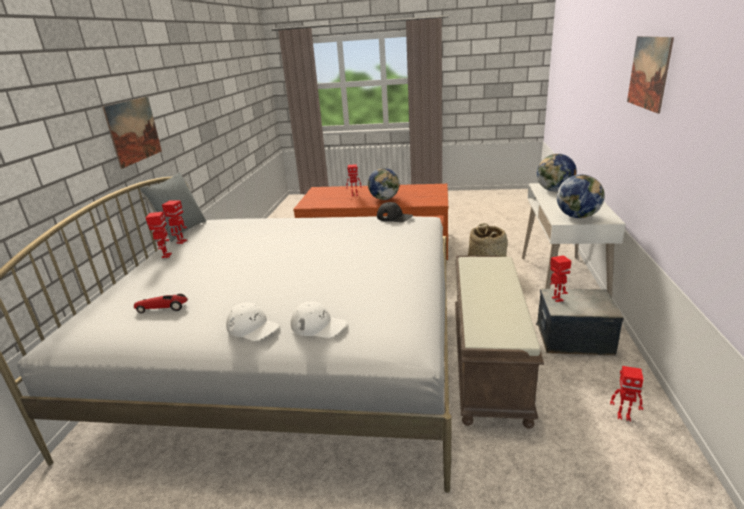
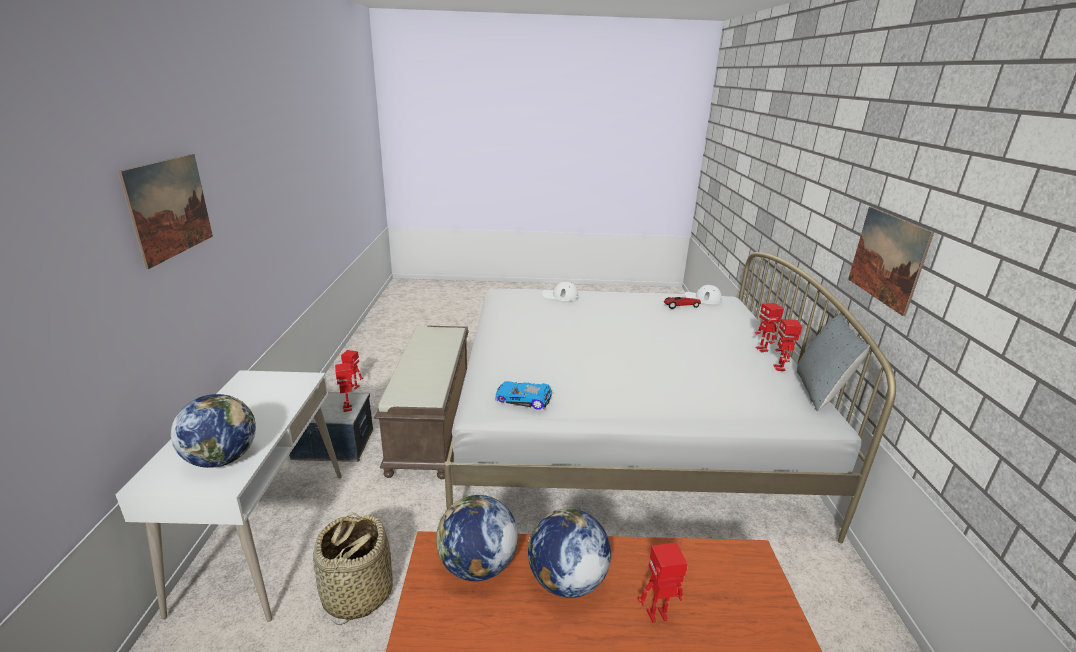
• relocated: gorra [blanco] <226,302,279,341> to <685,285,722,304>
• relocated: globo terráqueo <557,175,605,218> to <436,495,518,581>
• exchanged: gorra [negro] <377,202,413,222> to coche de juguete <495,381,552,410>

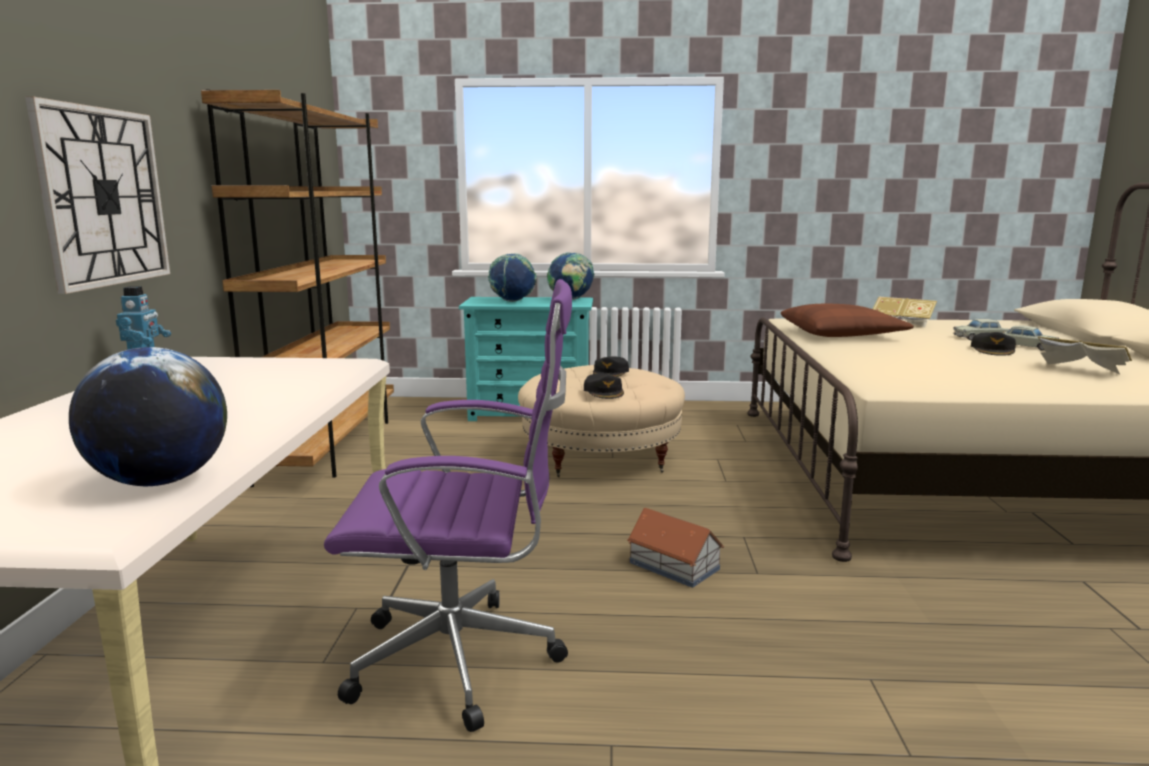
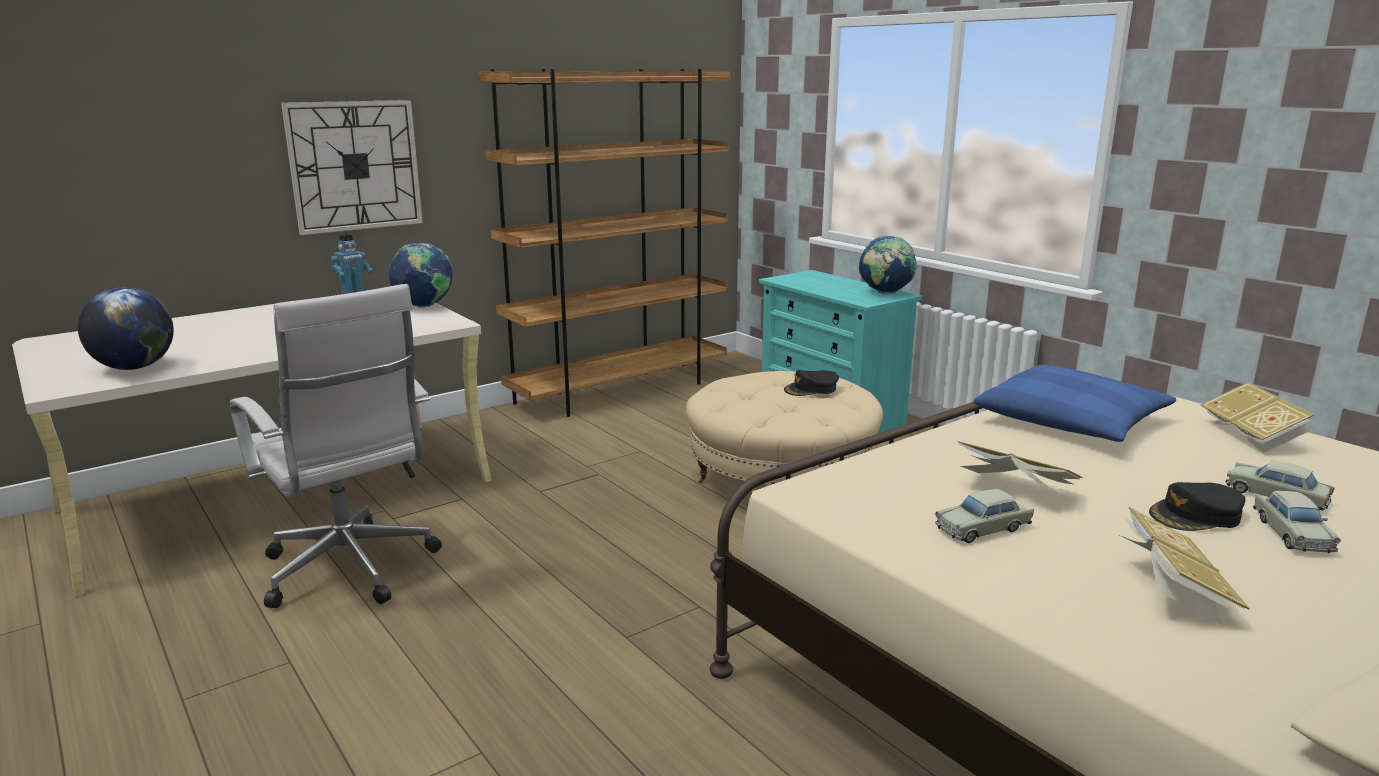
• missing: gorra [negro] <584,374,624,399>
• missing: casita <627,508,725,588>
• appeared: coche de juguete [beis] <935,489,1034,543>
• appeared: libro <957,441,1083,497>
• relocated: globo terráqueo <488,253,537,302> to <388,243,453,308>
• colour: silla de oficina [morado] <324,279,572,732> to silla de oficina [blanco] <230,284,442,608>
• colour: cojín [marrón] <781,304,914,337> to cojín [azul] <973,365,1176,442>

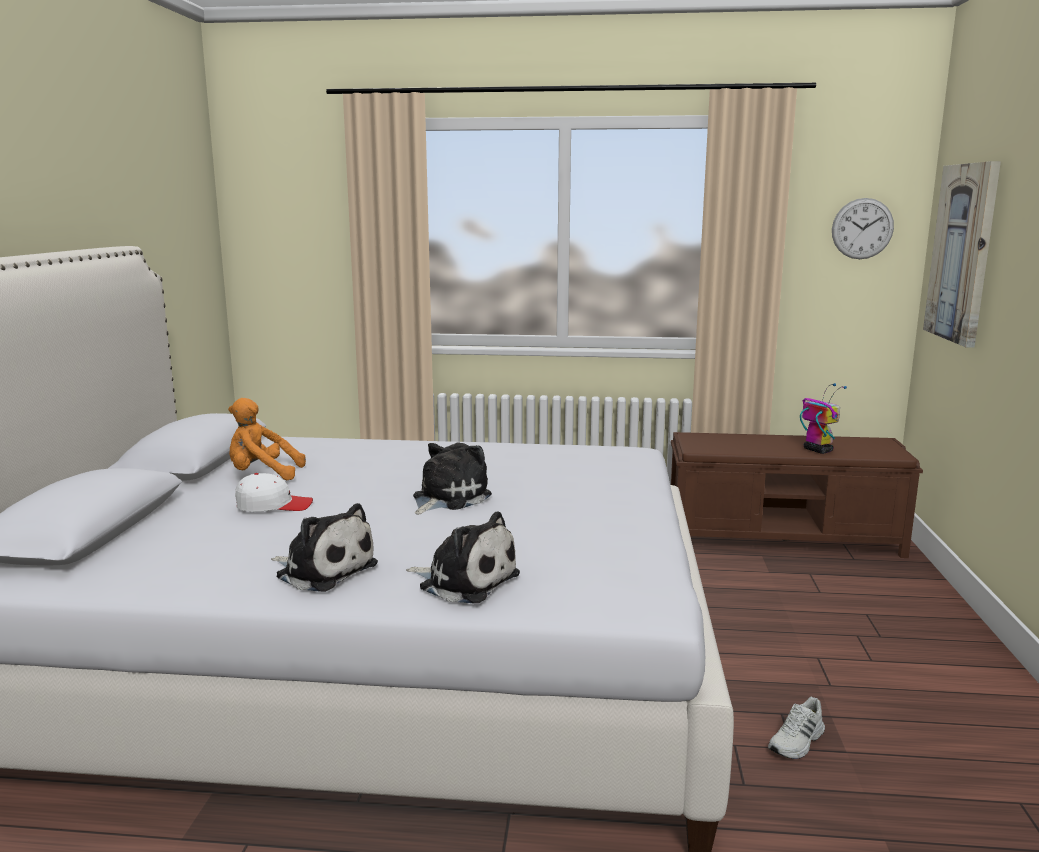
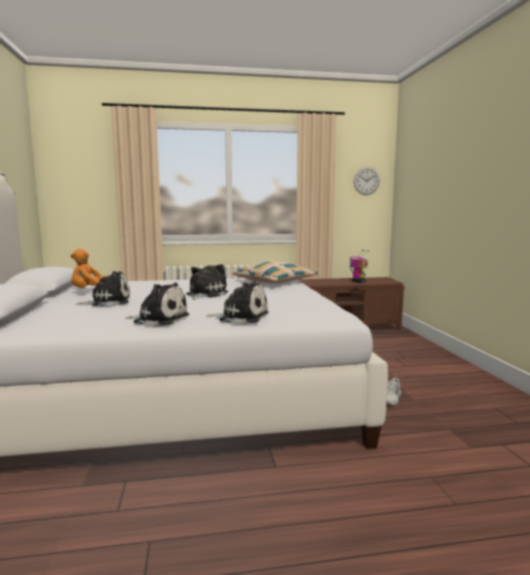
• missing: cuadro <923,161,1001,348>
• appeared: cojín <232,261,318,284>
• exchanged: gorra [blanco] <235,473,313,512> to peluche <75,271,130,306>

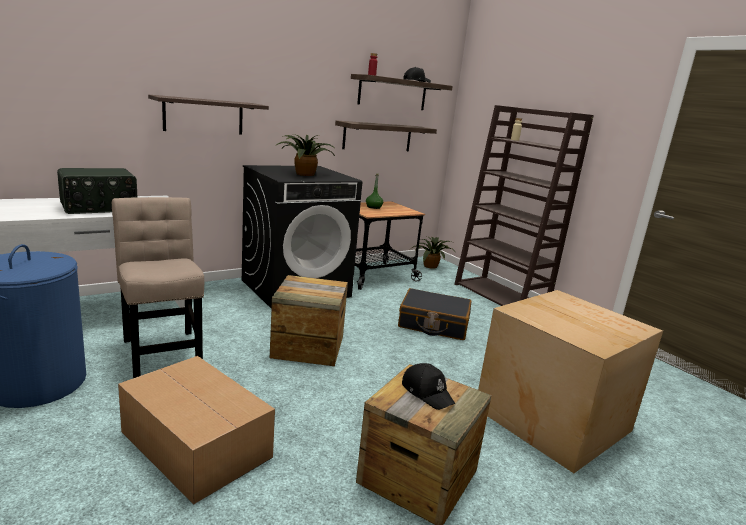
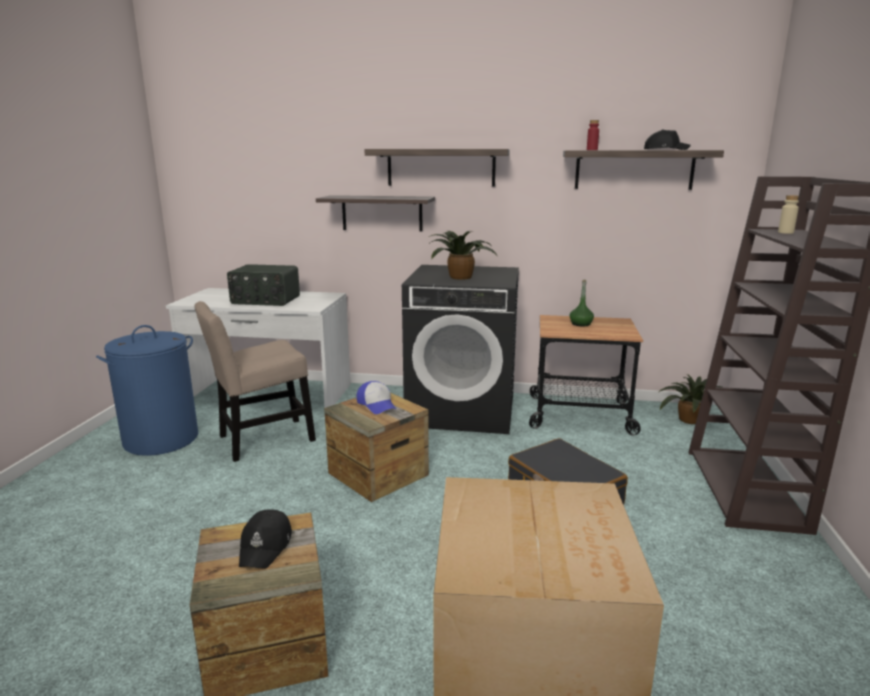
• missing: caja de cartón <118,356,275,504>
• appeared: gorra <357,381,396,414>
• relocated: estante <335,120,437,151> to <365,149,510,187>
• spun: silla [beis] <112,197,204,378> = <194,301,316,462> 135 degrees counterclockwise

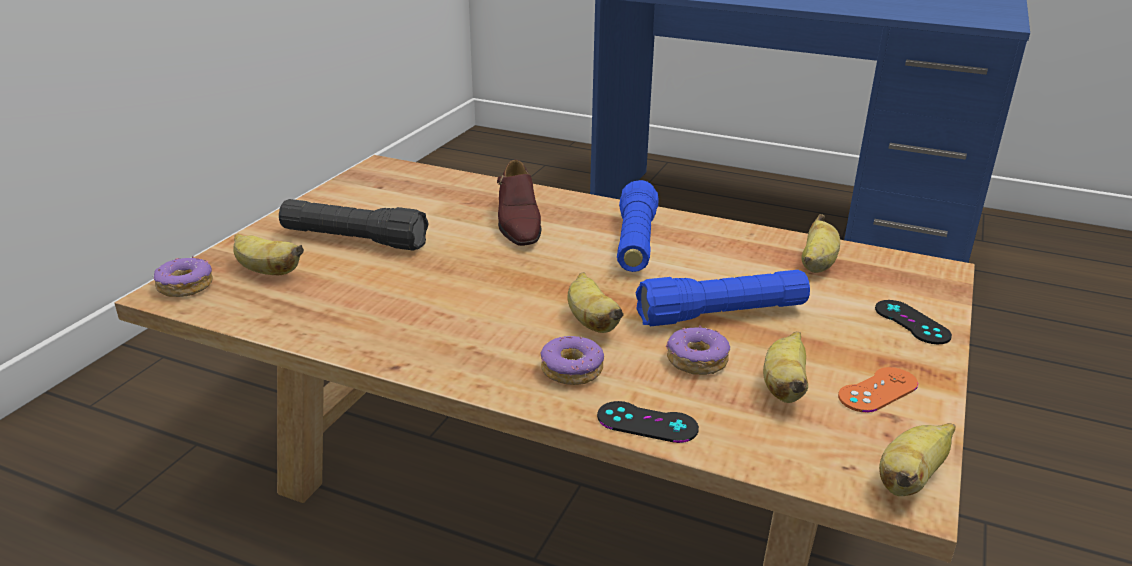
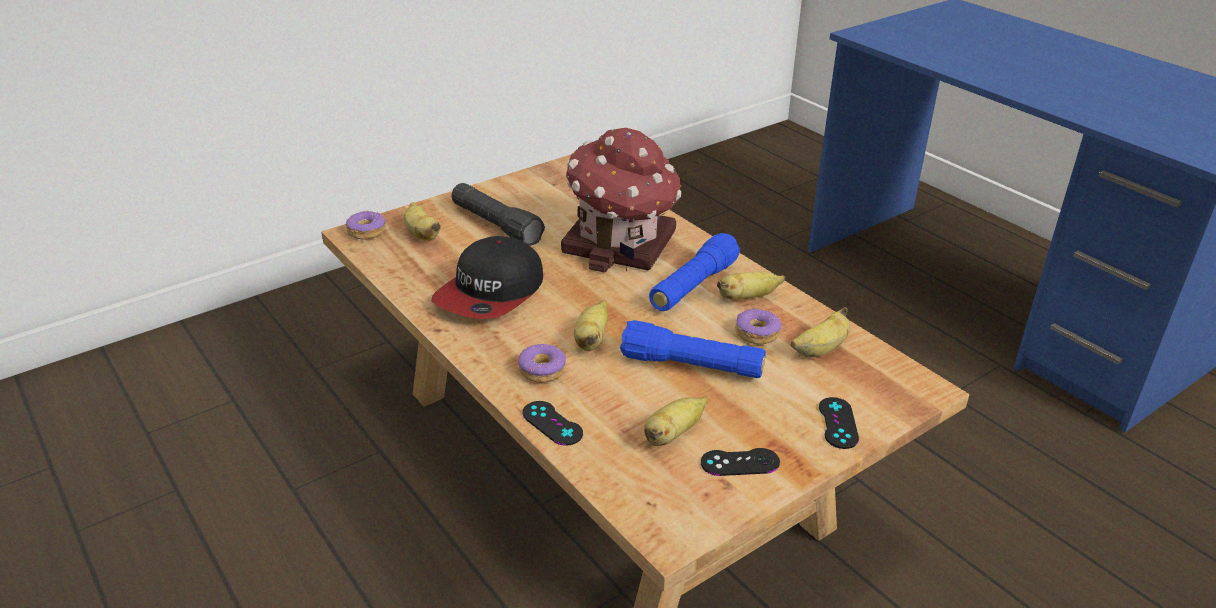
• appeared: gorra <431,236,543,319>
• relocated: rosquilla <666,325,730,375> to <735,308,781,345>
• relocated: plátano <879,423,956,496> to <717,271,785,300>
• exchanged: zapato [marrón] <497,160,542,246> to casita <561,128,681,273>
• colour: mando de consola [naranja] <838,367,918,413> to mando de consola [negro] <701,448,780,476>

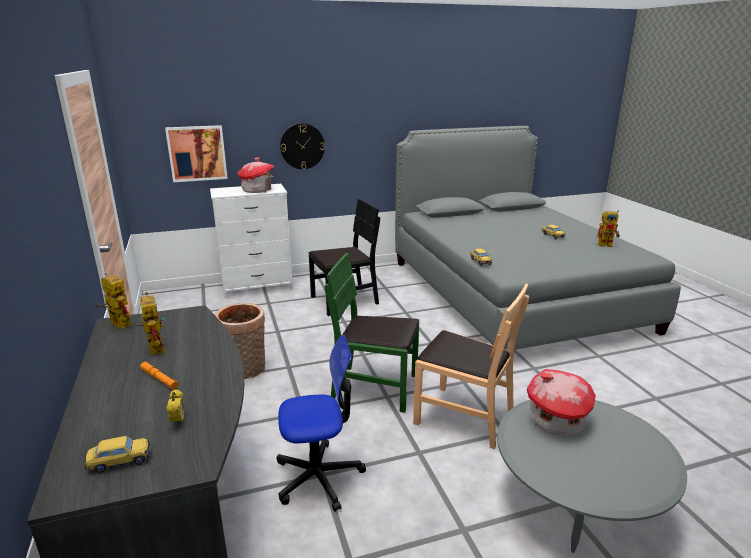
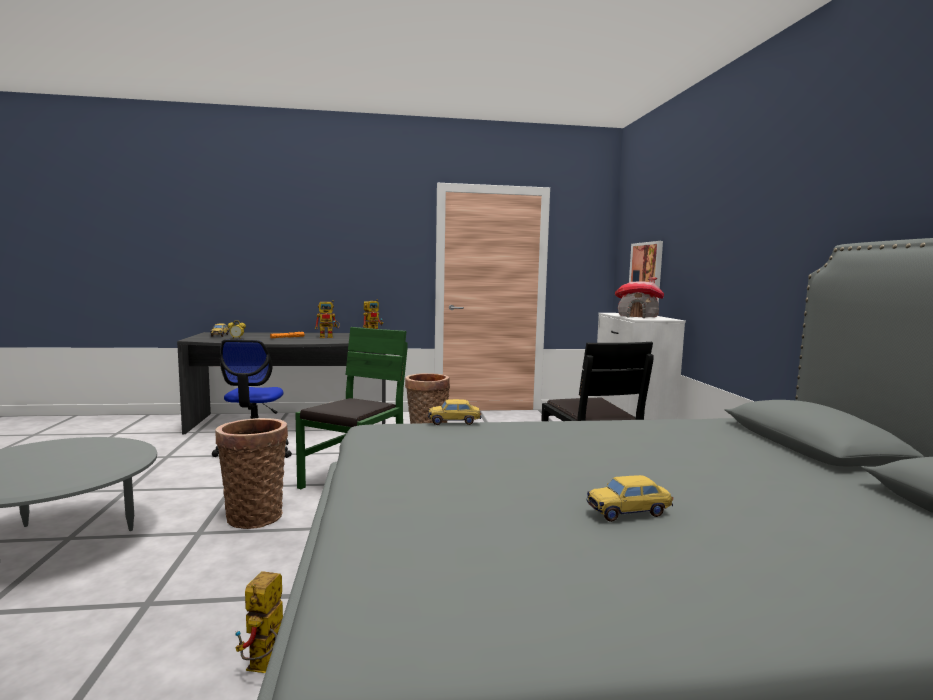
• missing: reloj de pared <280,124,325,169>
• missing: casita <527,369,596,436>
• relocated: robot de juguete <596,210,620,247> to <235,571,283,673>
• exchanged: silla [marrón] <413,284,529,449> to cesta <215,418,288,529>

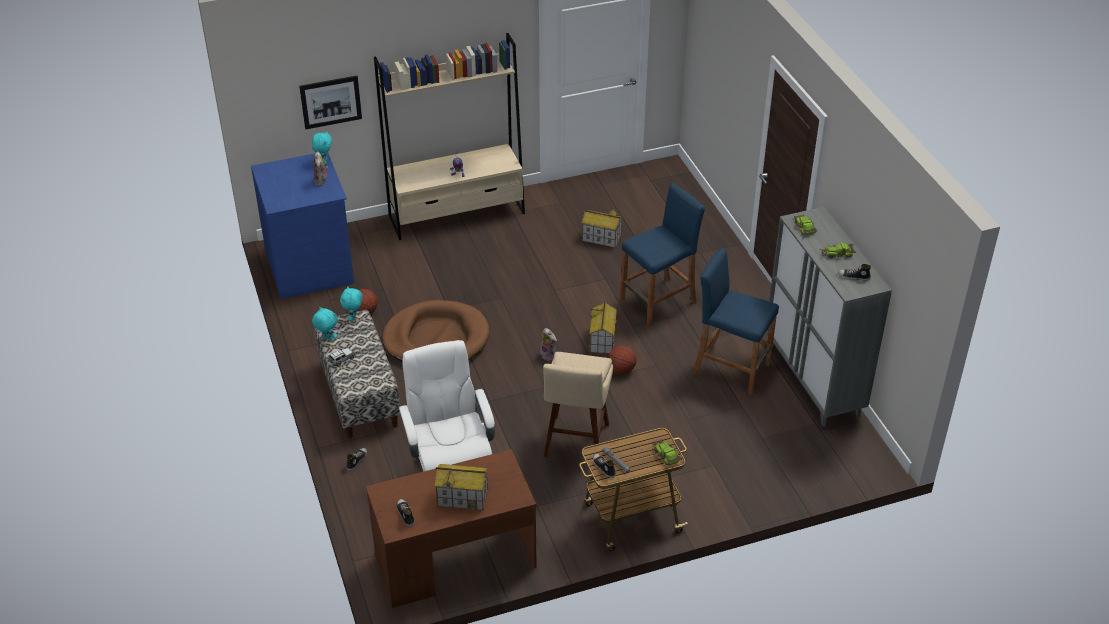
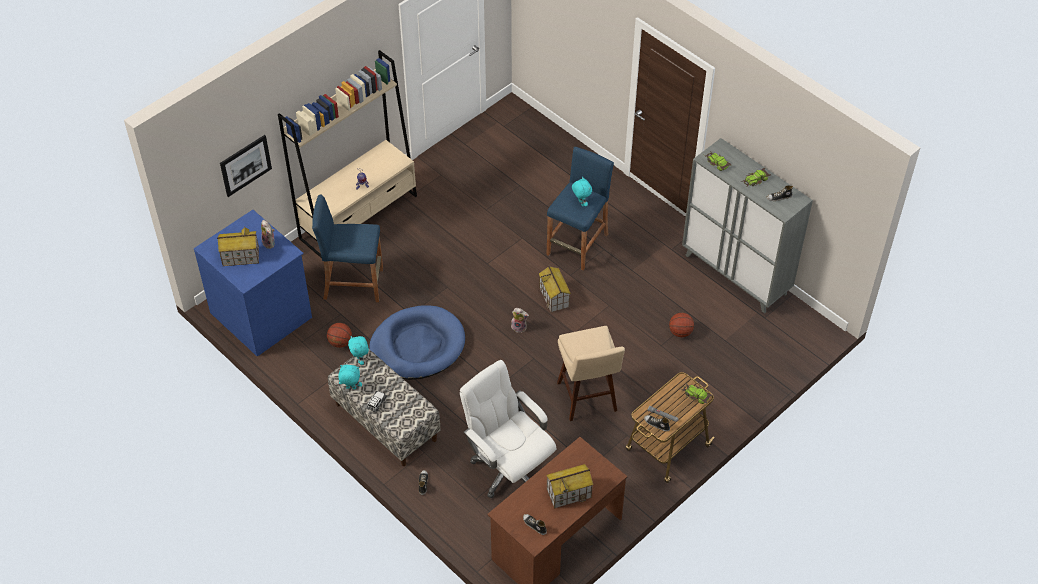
• relocated: peluche [turquesa] <312,132,332,165> to <572,177,592,206>
• relocated: casita <582,209,623,248> to <217,226,259,266>
• relocated: balón de baloncesto <608,345,637,374> to <669,313,694,337>
• relocated: taburete [azul] <692,248,779,395> to <312,194,383,302>
• colour: cama para perro [marrón] <382,300,490,362> to cama para perro [azul] <369,305,465,380>

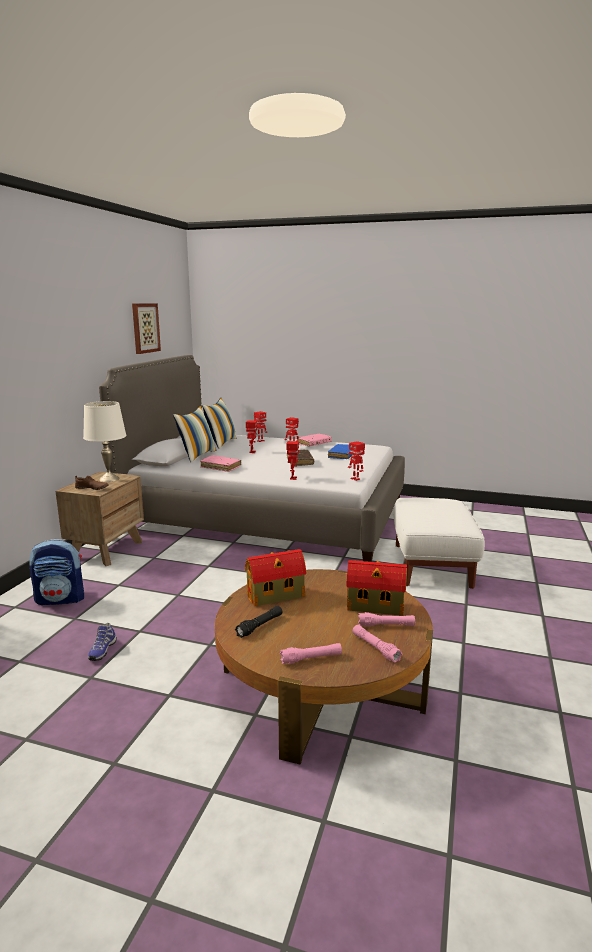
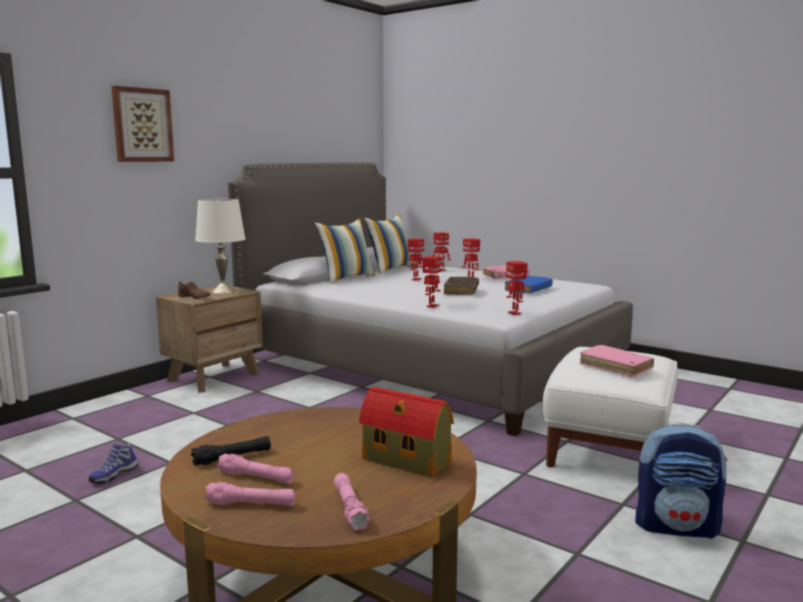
• missing: casita <245,549,306,606>
• relocated: mochila <29,539,84,605> to <635,423,727,539>
• relocated: cuadro <132,303,161,354> to <111,86,174,162>
• relocated: libro [rosa] <200,455,241,472> to <580,345,654,378>
• relocated: linterna [rosa] <358,612,415,627> to <217,453,294,484>

